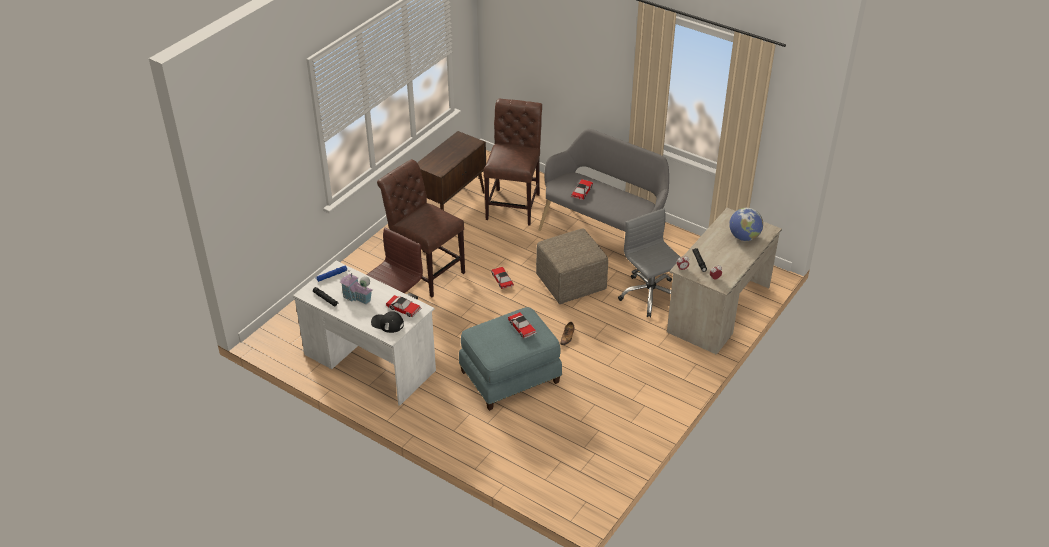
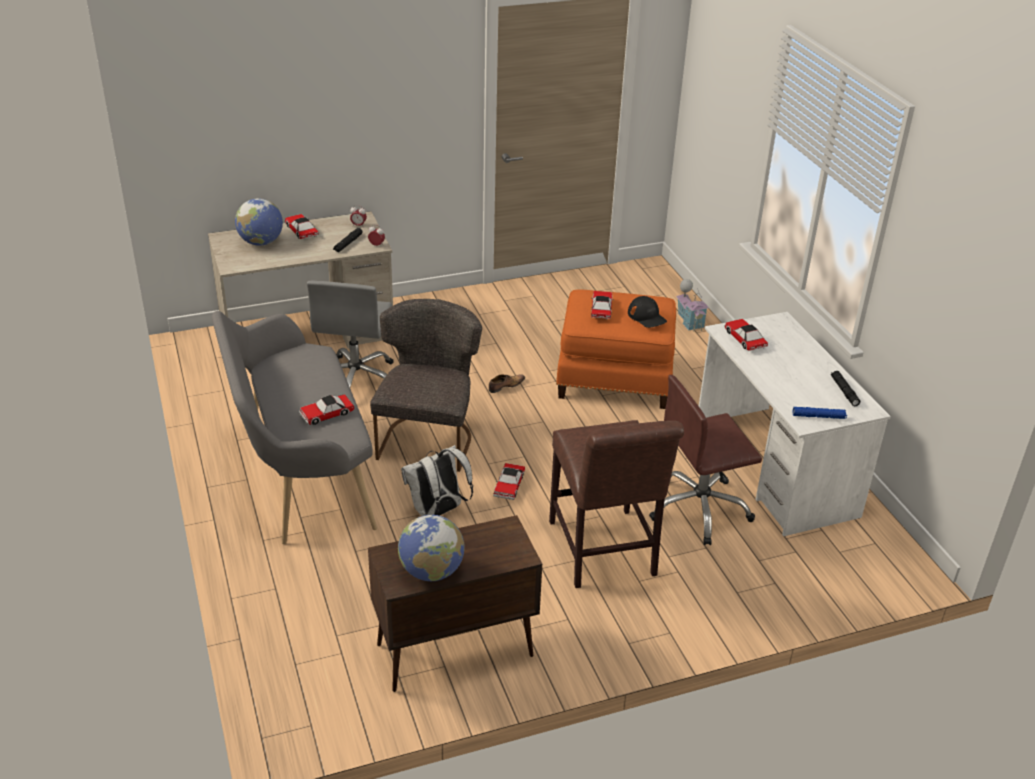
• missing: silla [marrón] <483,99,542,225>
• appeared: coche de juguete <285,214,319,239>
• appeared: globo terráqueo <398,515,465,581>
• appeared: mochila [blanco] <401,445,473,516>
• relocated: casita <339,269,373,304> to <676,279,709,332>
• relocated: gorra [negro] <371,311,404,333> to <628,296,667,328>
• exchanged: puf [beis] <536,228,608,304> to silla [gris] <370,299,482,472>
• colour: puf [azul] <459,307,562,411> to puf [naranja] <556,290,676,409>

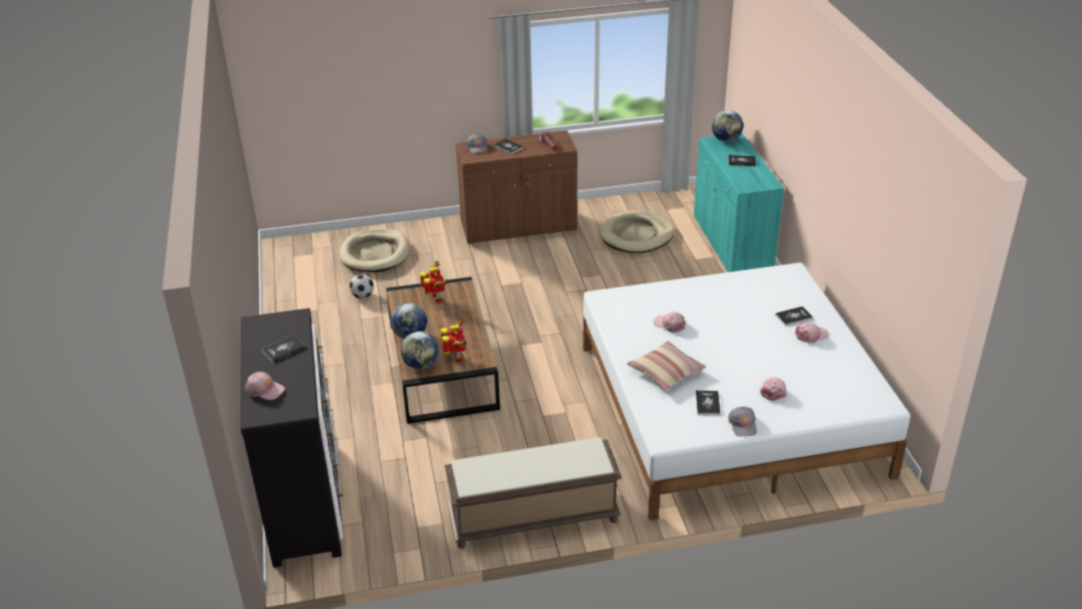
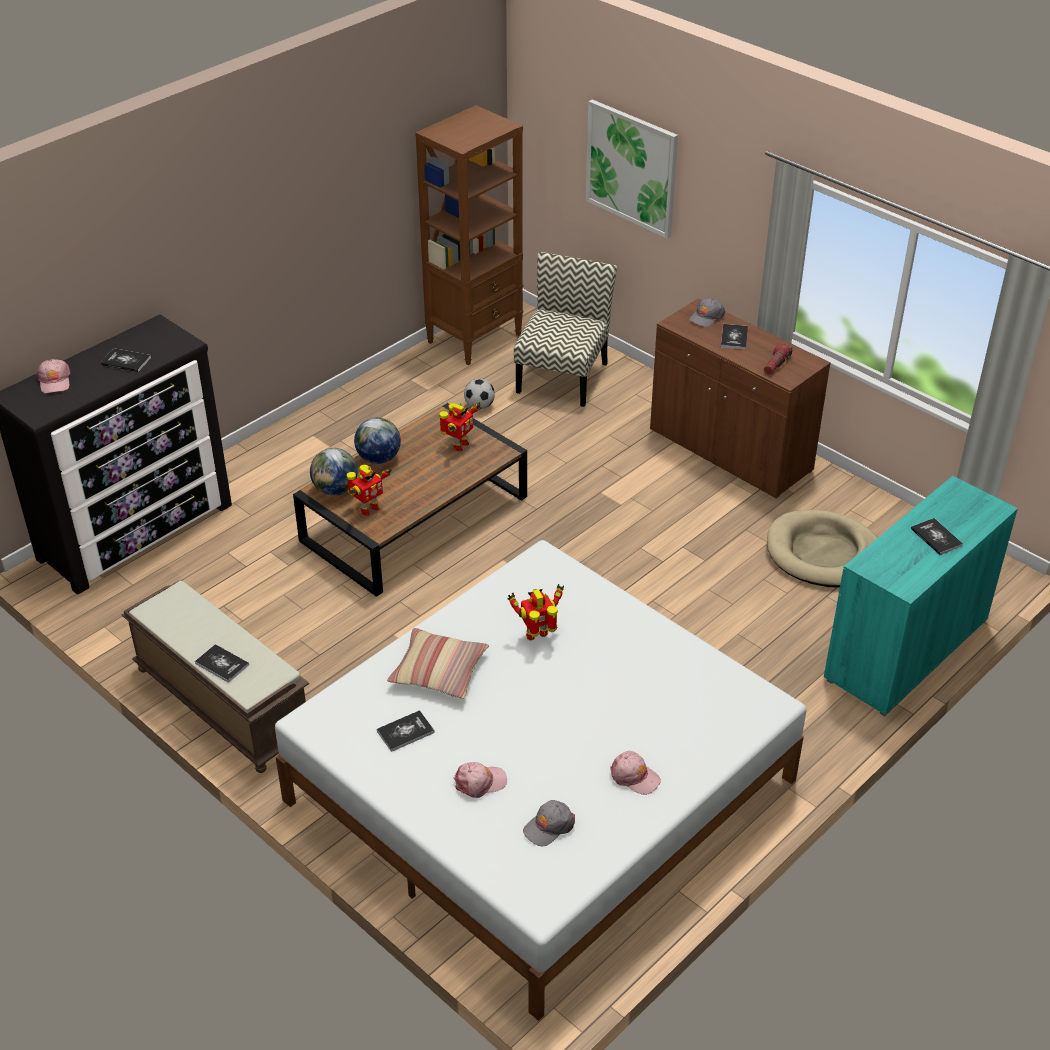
• missing: globo terráqueo <712,110,743,142>
• appeared: estantería [marrón] <415,105,523,365>
• appeared: cuadro <586,99,678,239>
• relocated: gorra [gris] <728,407,757,437> to <523,800,575,846>
• relocated: libro <775,306,813,326> to <195,644,249,683>
• exchanged: cama para perro [beis] <340,228,410,272> to silla <514,252,617,407>
• exchanged: gorra [rosa] <653,312,686,333> to robot de juguete <507,584,564,640>

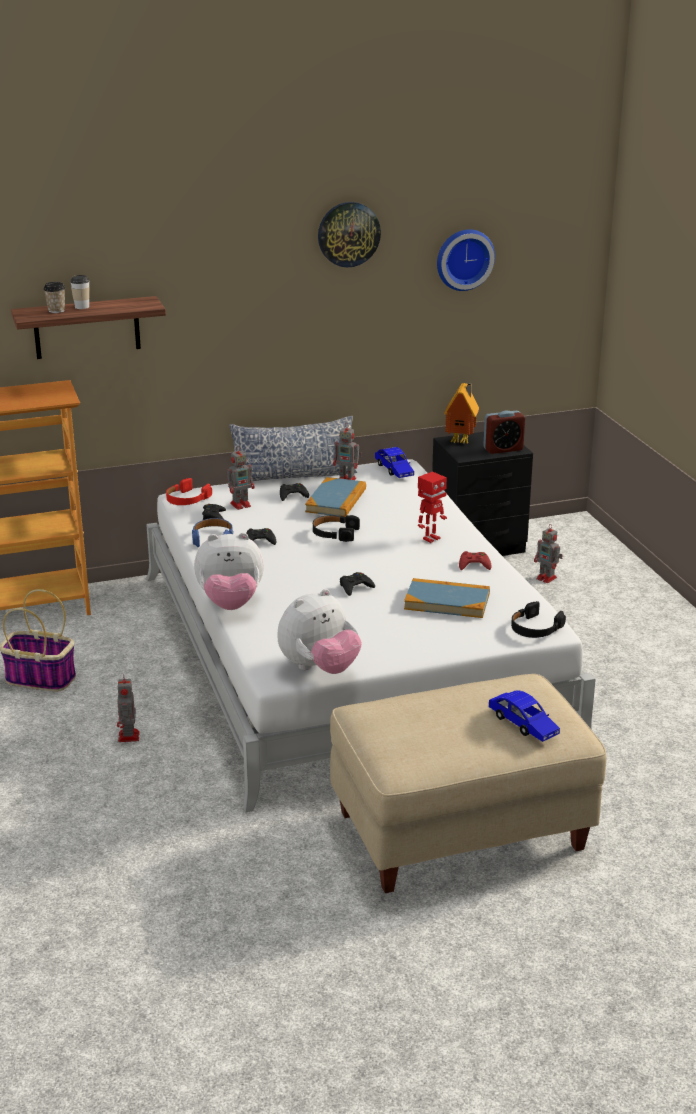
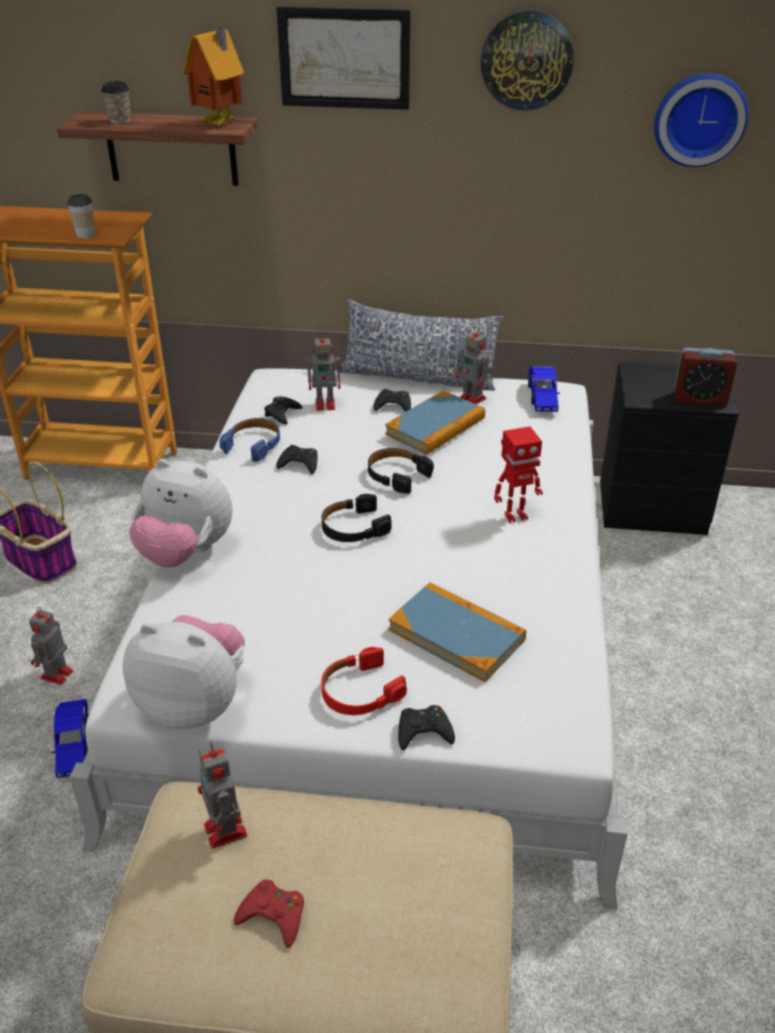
• appeared: cuadro <276,7,411,110>
• relocated: taza <70,275,90,309> to <67,194,95,238>
• relocated: auriculares [rojo] <166,478,212,505> to <321,647,407,715>
• relocated: mando de consola [negro] <340,572,375,596> to <398,705,455,751>
• relocated: casita <444,383,479,444> to <183,28,244,126>
• relocated: mando de consola [rojo] <459,551,492,570> to <234,879,304,948>
• relocated: coche de juguete [azul] <489,690,560,742> to <52,699,89,778>
• relocated: auriculares [negro] <511,601,566,638> to <322,494,391,542>
• relocated: robot de juguete <534,525,563,583> to <198,742,247,849>
• spun: peluche <278,589,362,674> = <122,615,245,729> 150 degrees counterclockwise

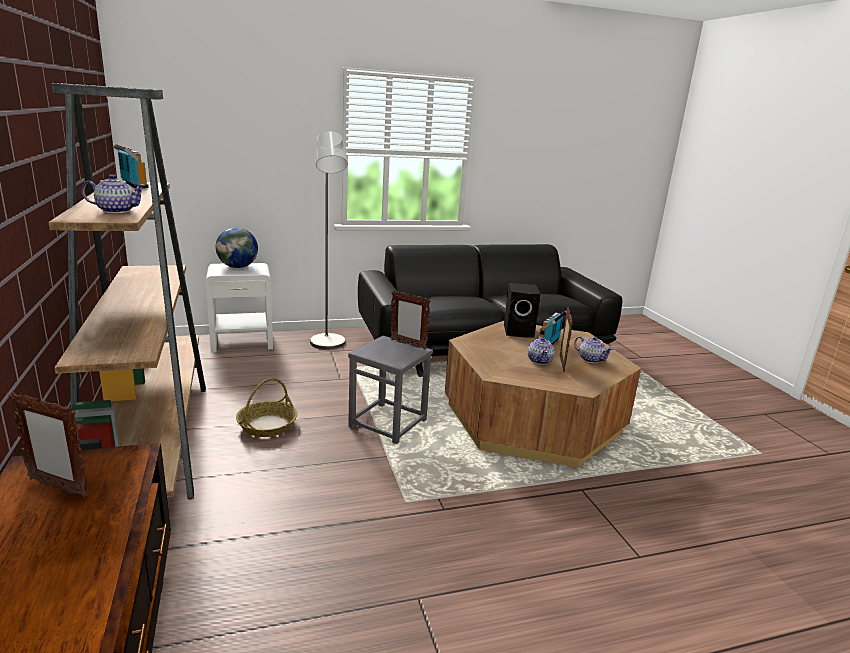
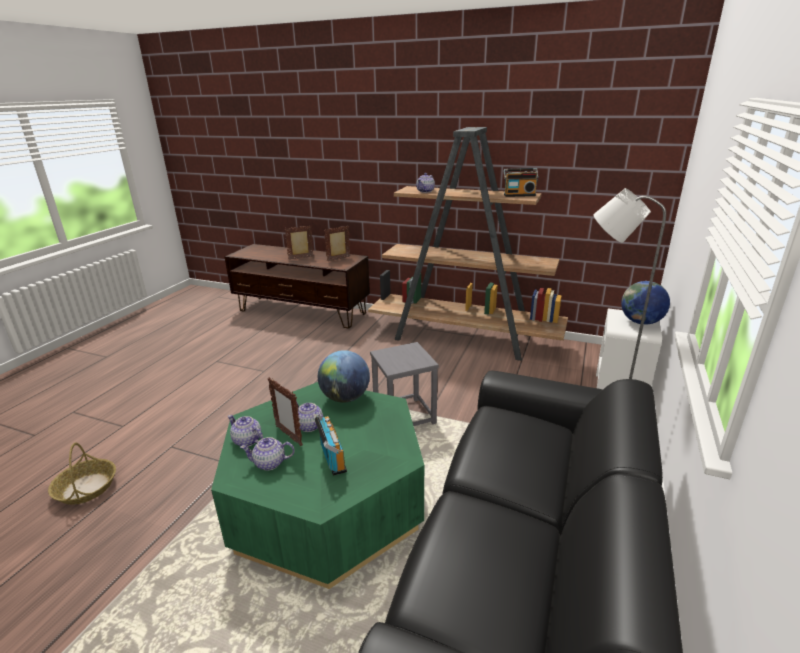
• missing: altavoz [negro] <504,283,540,338>
• appeared: tetera <228,415,263,447>
• appeared: globo terráqueo <318,350,370,403>
• relocated: cesta <236,378,297,437> to <48,443,116,505>
• relocated: portarretratos <391,291,430,350> to <284,226,314,260>
• colour: mesa de centro [marrón] <445,321,641,467> to mesa de centro [verde] <211,382,424,589>

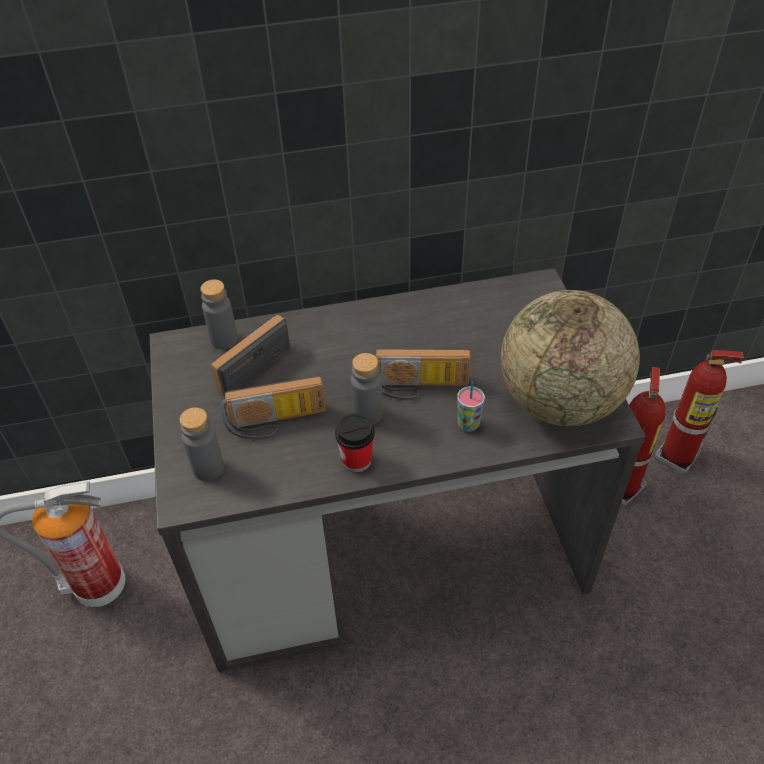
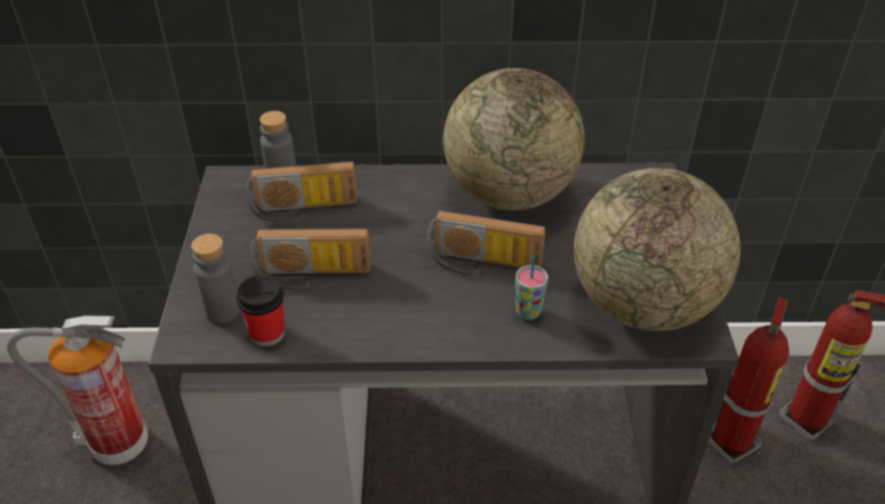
• missing: botella [gris] <350,353,383,425>
• appeared: globo terráqueo <443,68,585,211>
• relocated: taza <335,413,375,472> to <236,275,285,346>
• spun: radio <211,315,290,397> = <246,161,358,224> 150 degrees counterclockwise

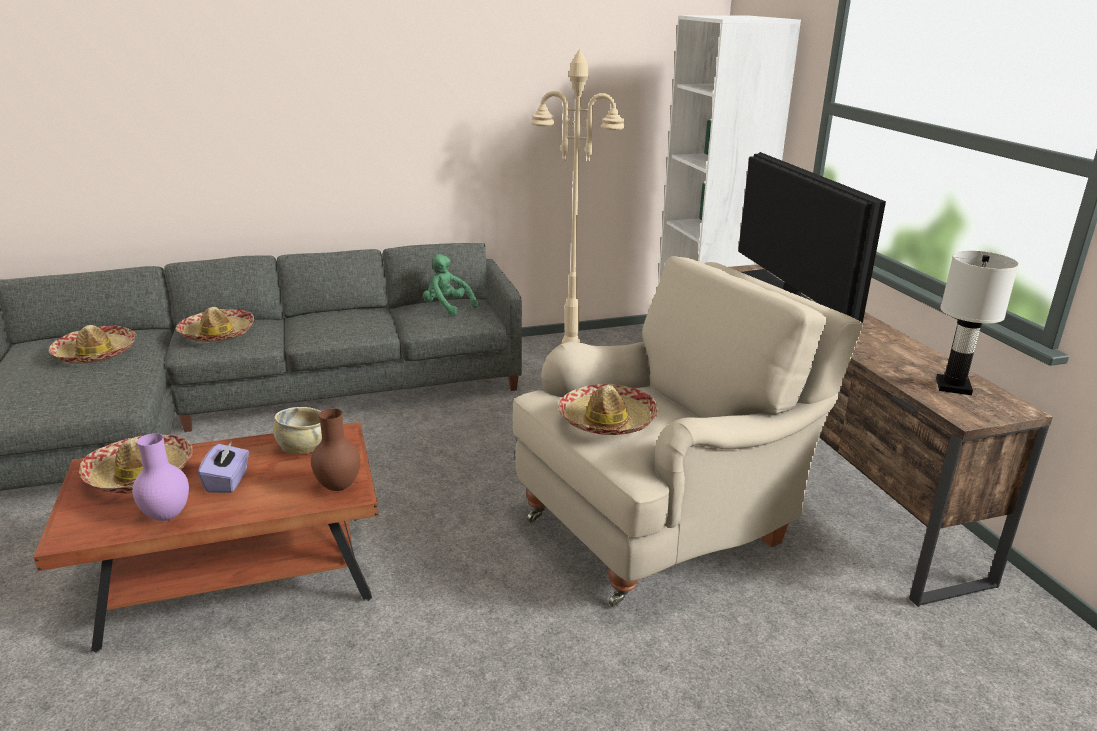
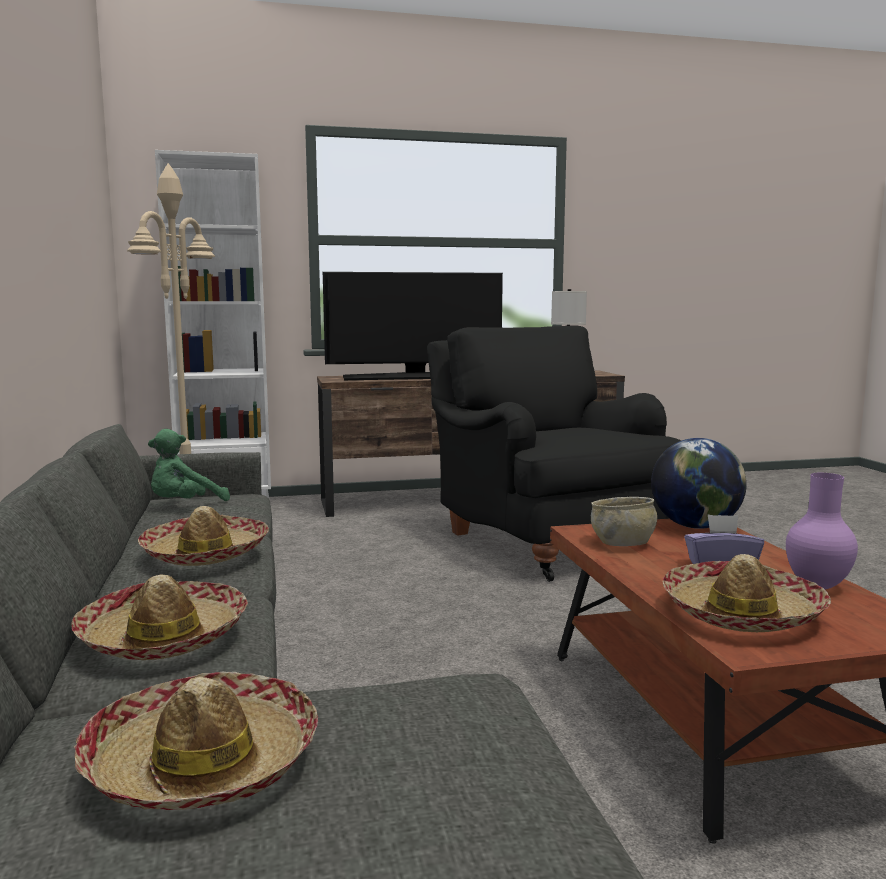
• relocated: sombrero <558,384,658,435> to <138,506,269,566>
• exchanged: florero [marrón] <311,408,360,491> to globo terráqueo <651,438,747,529>
• colour: sillón [beis] <513,256,863,608> to sillón [negro] <427,325,681,582>

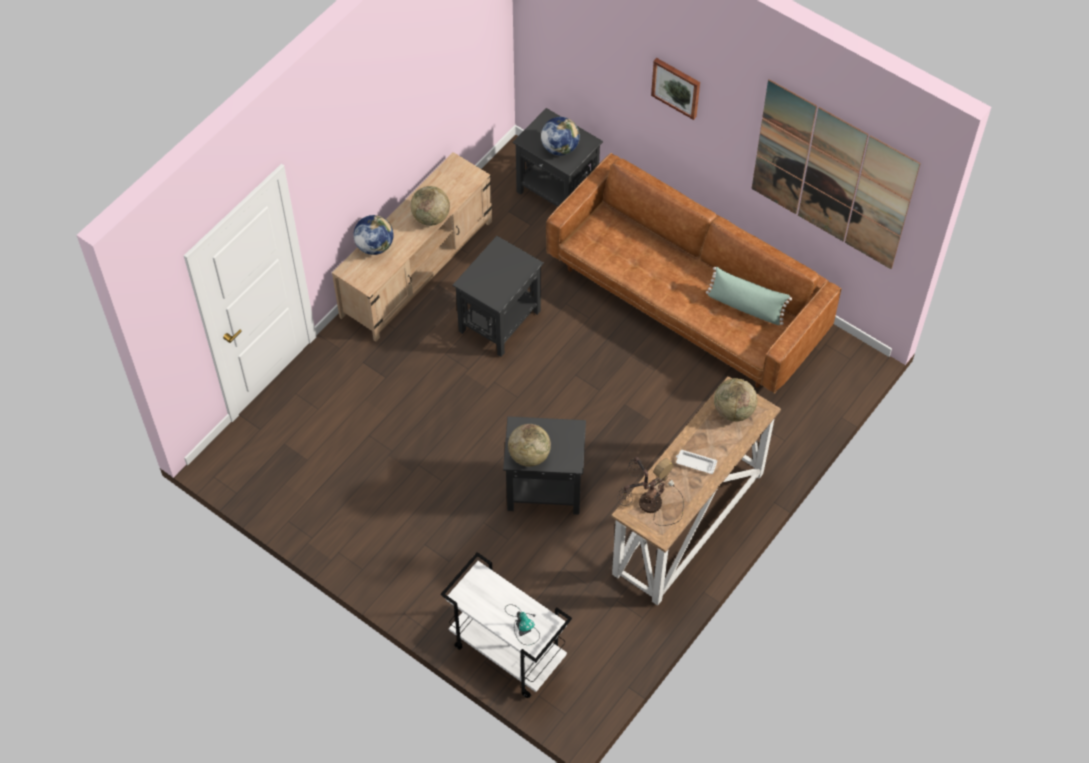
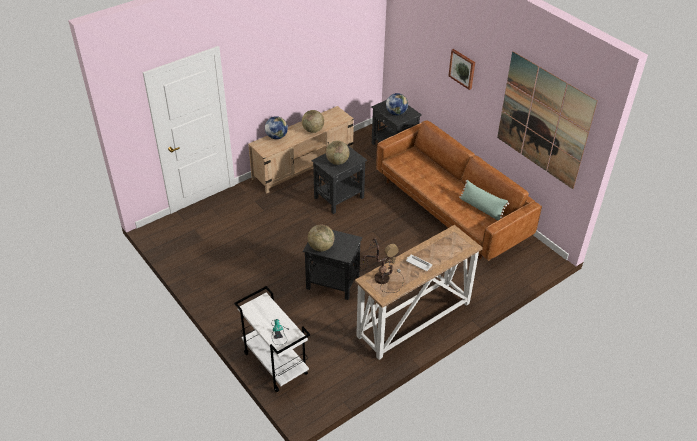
• relocated: globo terráqueo <714,378,757,422> to <326,141,350,165>

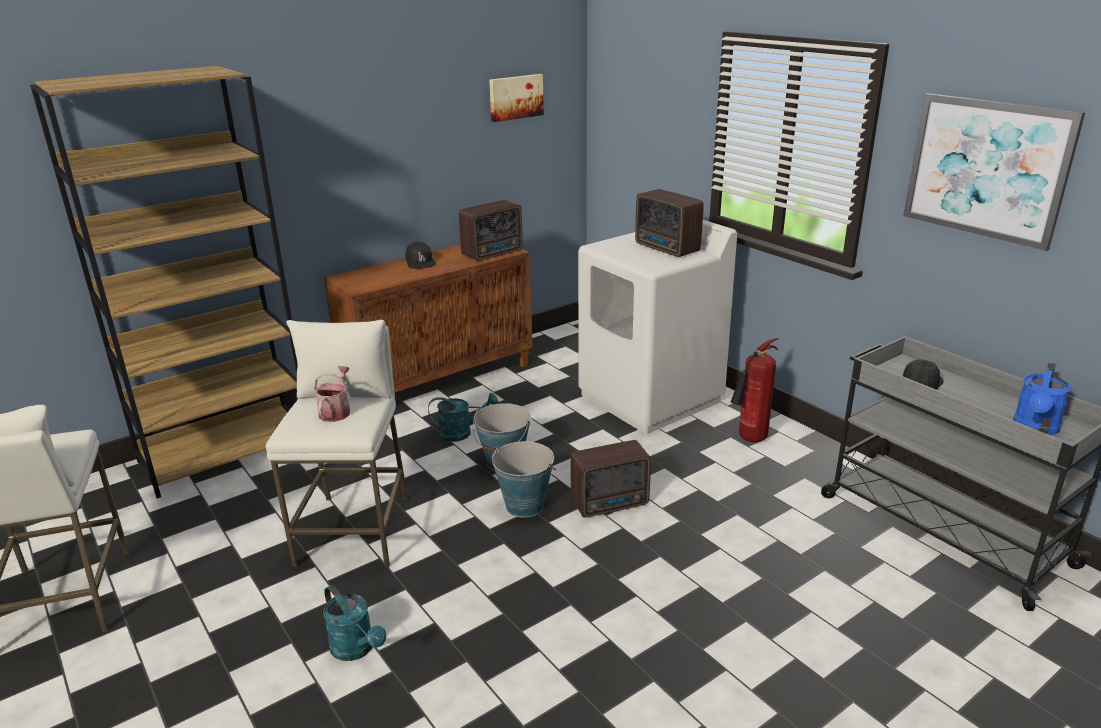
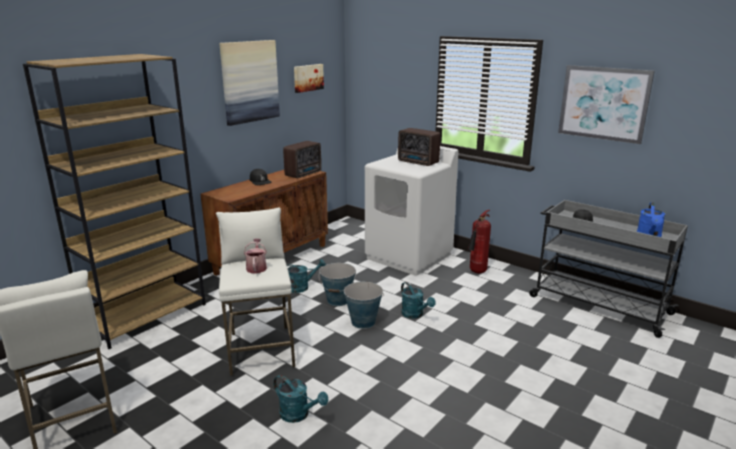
• appeared: cuadro <219,40,280,126>
• exchanged: radio <571,440,651,518> to regadera [turquesa] <401,282,436,319>

